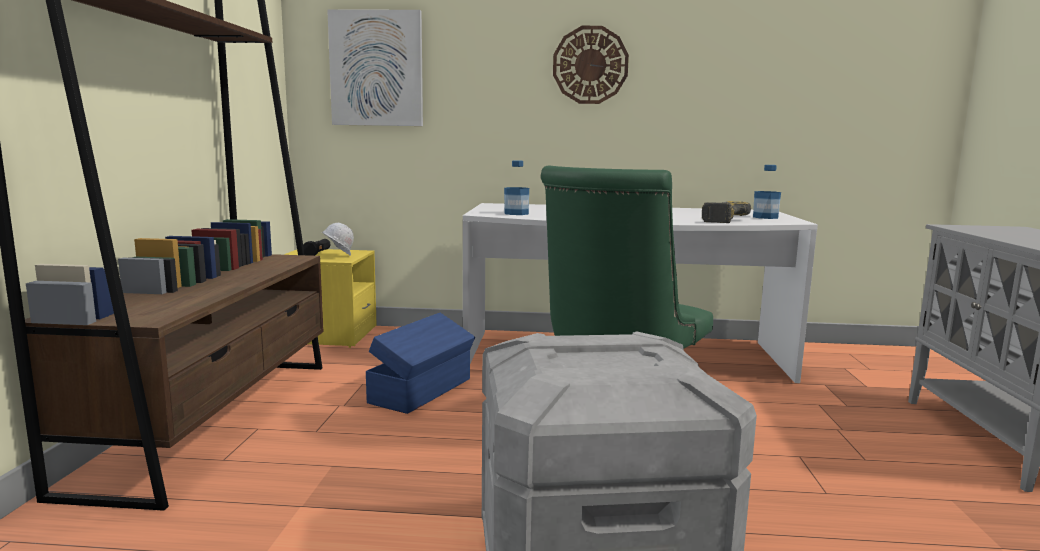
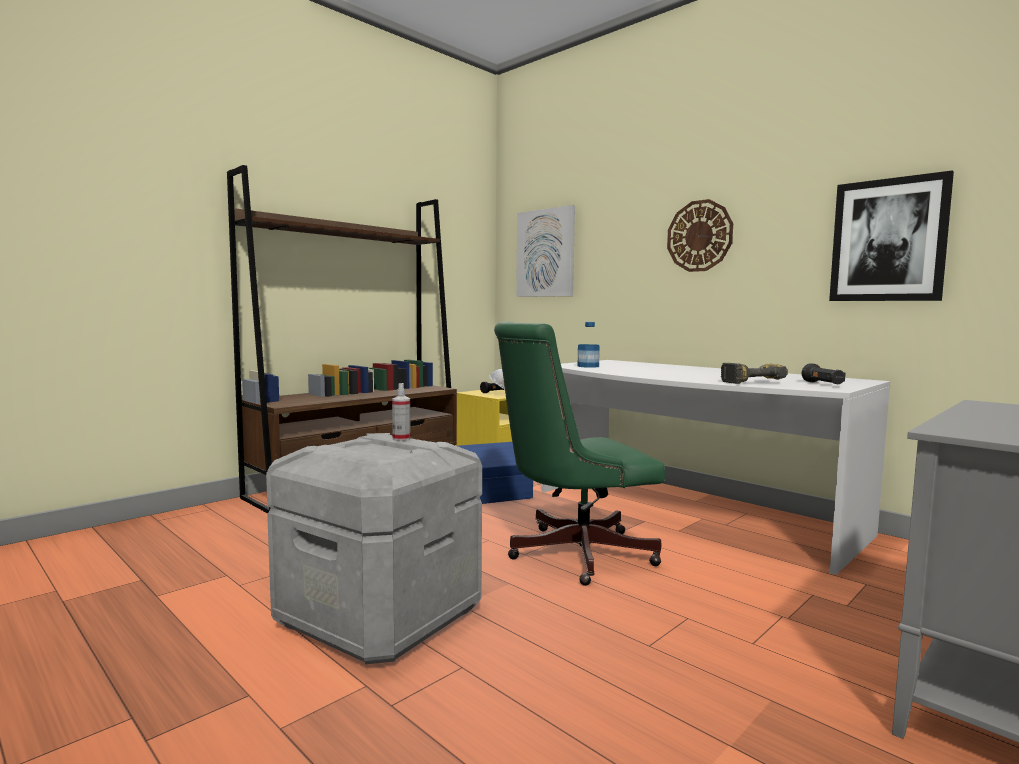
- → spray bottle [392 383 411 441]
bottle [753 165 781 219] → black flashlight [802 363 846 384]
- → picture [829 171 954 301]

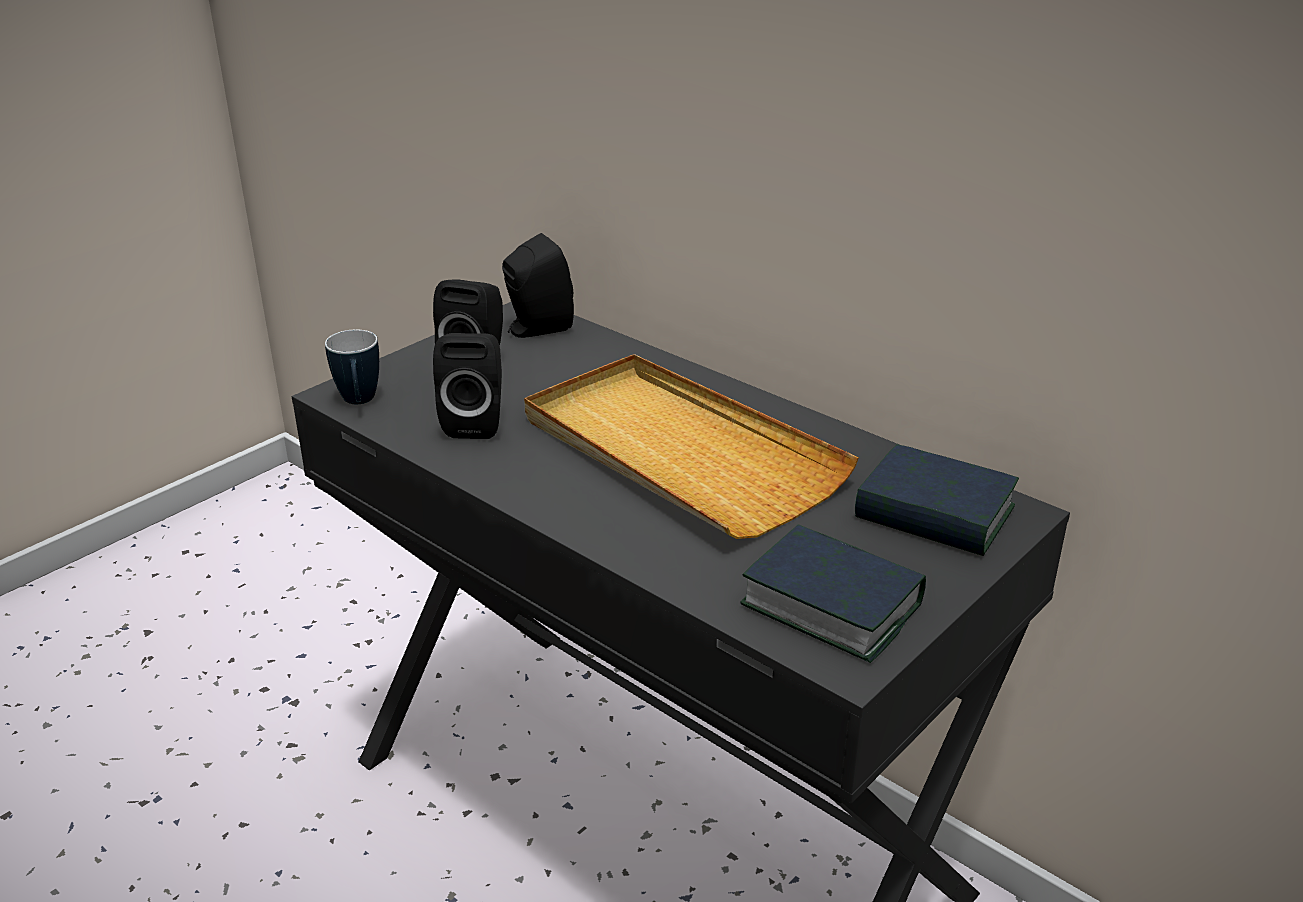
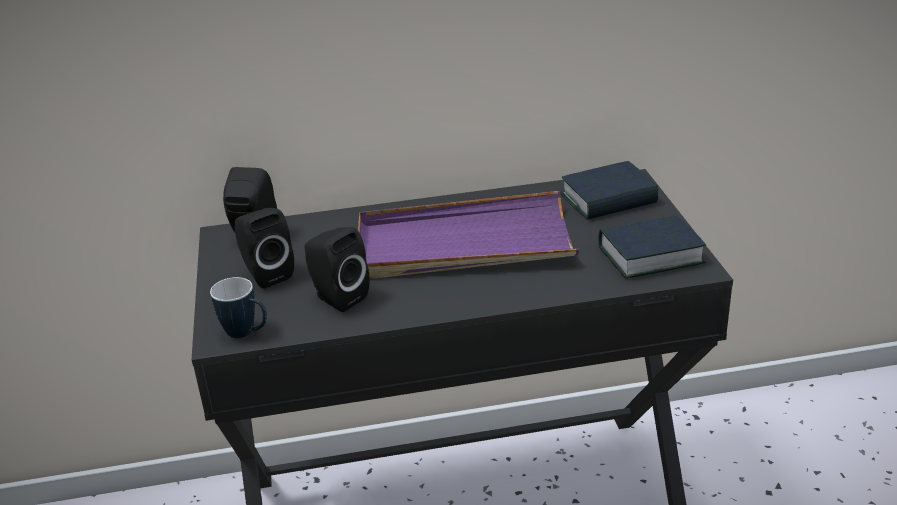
beige tray [524 354 859 539] → purple tray [358 191 579 279]

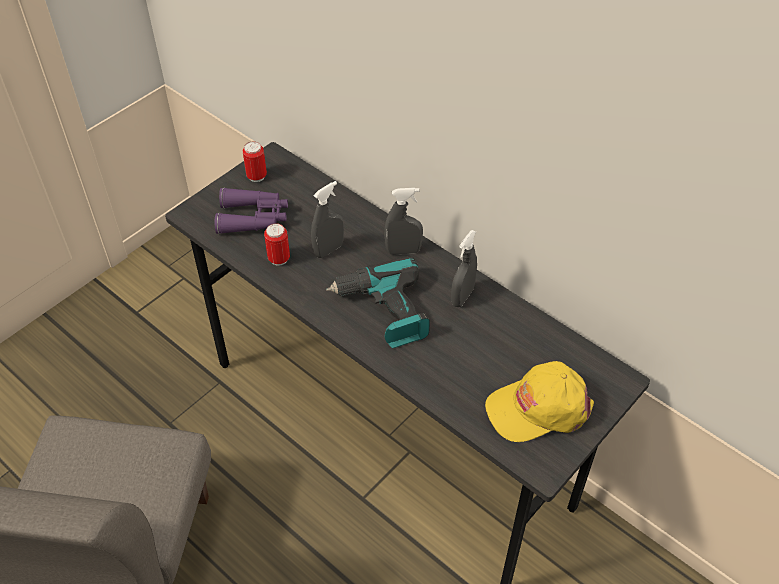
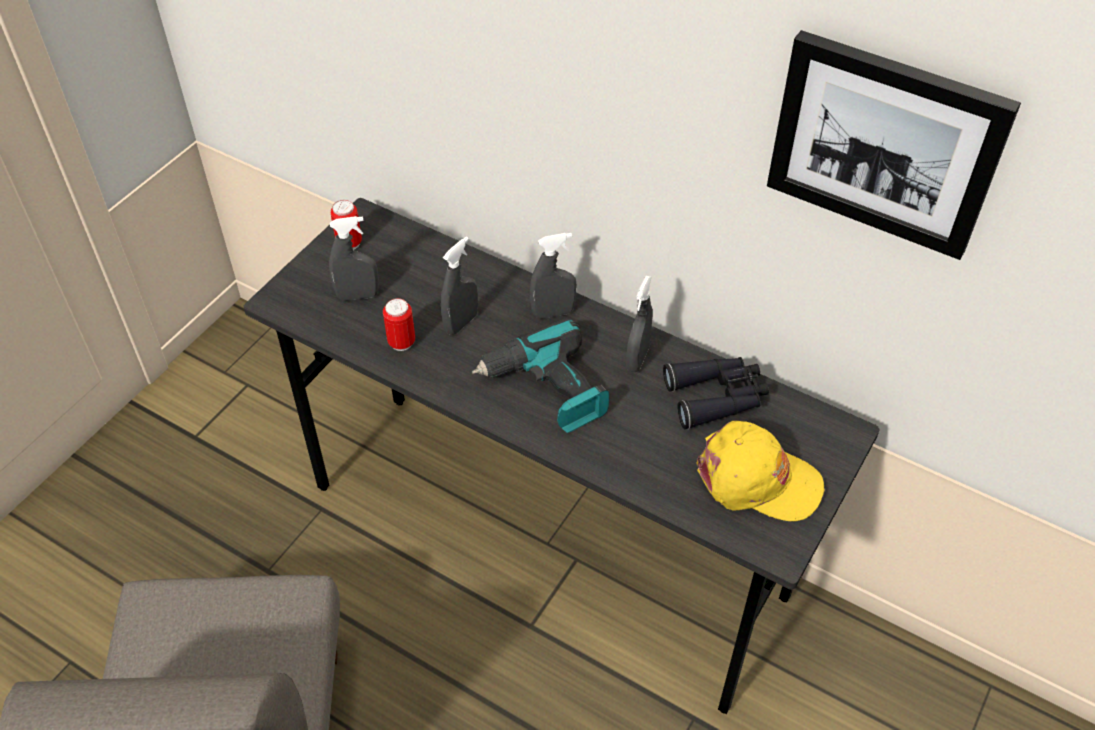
purple binoculars [215 187 288 234] → grey spray bottle [329 216 379 301]
- → black binoculars [663 357 769 429]
yellow cap [485 361 594 442] → yellow cap [696 421 825 521], 135 degrees counterclockwise
- → picture [767 30 1021 260]

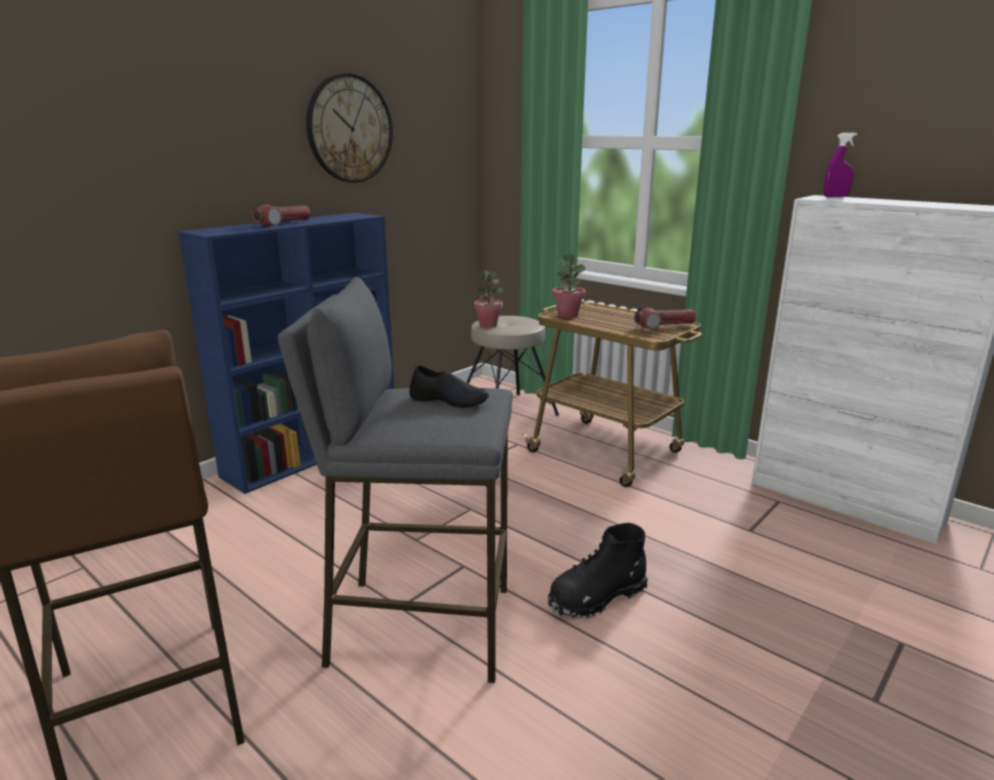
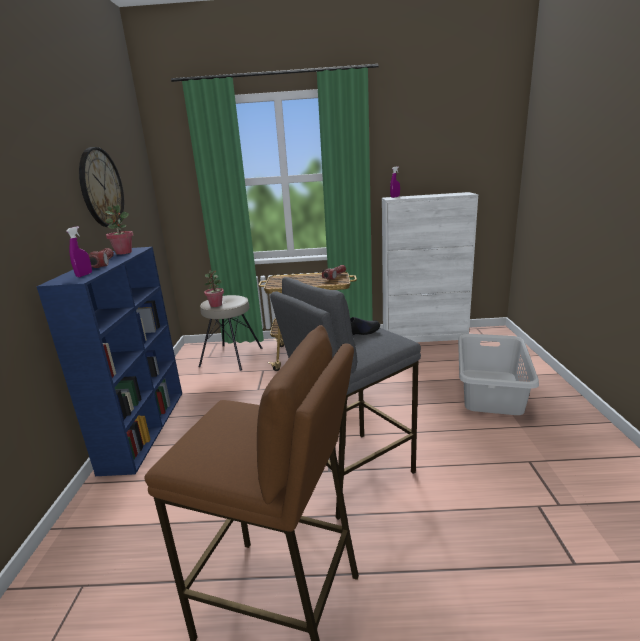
- → purple spray bottle [66 226 92 277]
potted plant [552 254 586 318] → potted plant [106 205 133 255], shifted
- → grey laundry basket [458 334 539 415]
black boot [548 523 648 619] → -

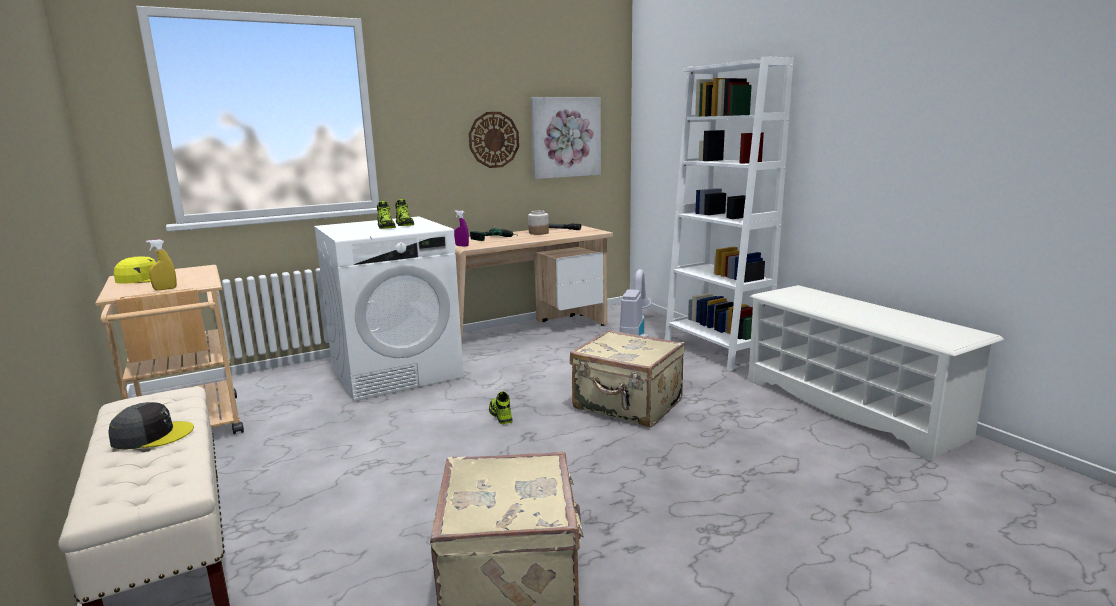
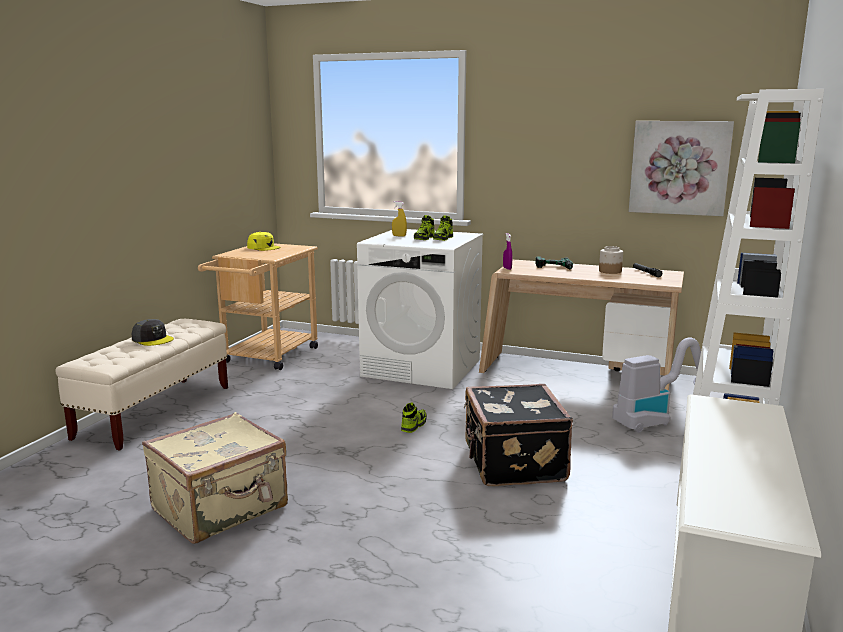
yellow spray bottle [146 239 177 290] → yellow spray bottle [392 201 407 237], shifted
beige suitcase [570 330 685 427] → black suitcase [464 384 573 486]
wall clock [469 112 519 168] → -

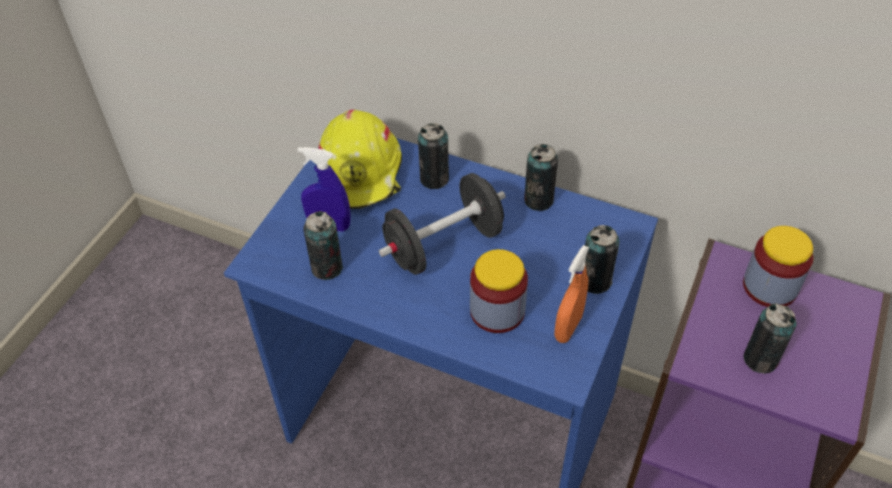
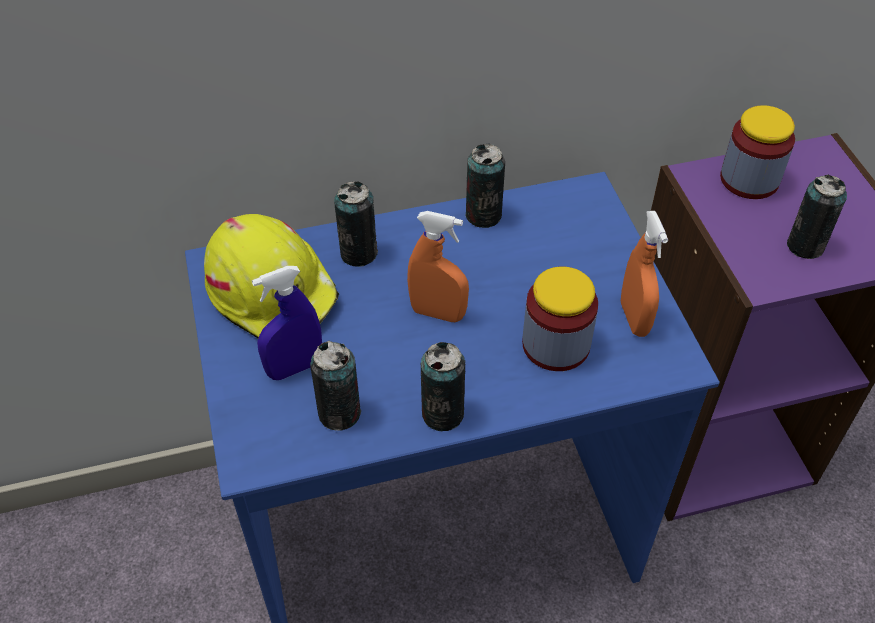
black dumbbell [379 173 506 275] → orange spray bottle [407 211 469 322]
can [585 225 619 294] → can [421 342 466 431], shifted

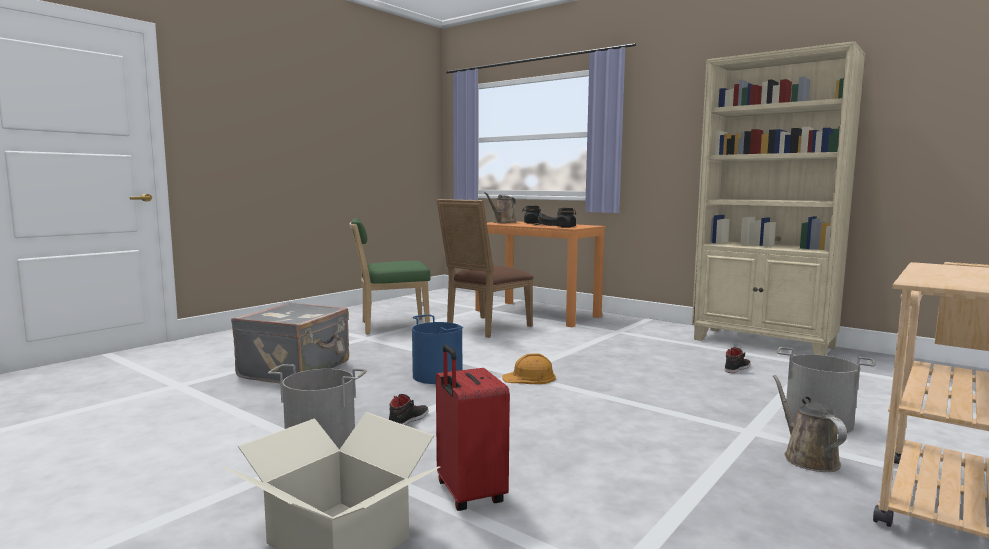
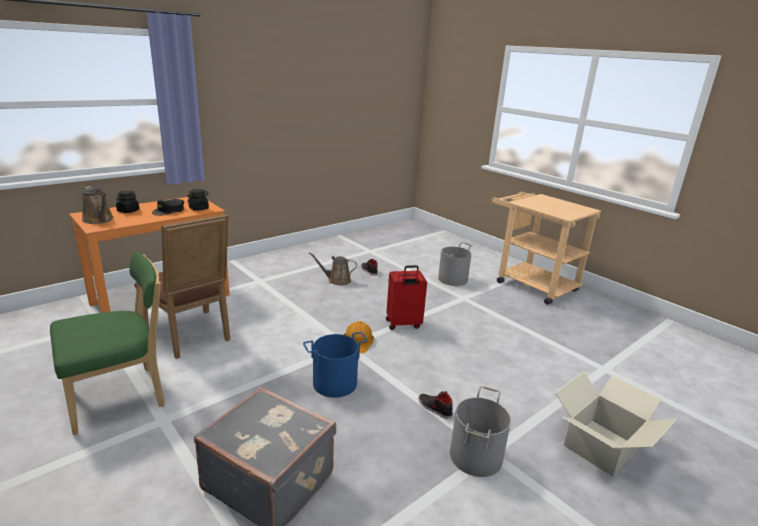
green chair [349 218 431 335] → green chair [50 251 165 436], 120 degrees counterclockwise
brown watering can [773 375 847 472] → brown watering can [309 252 357 285], shifted
red suitcase [436 345 510 511] → red suitcase [386 265 427 330], shifted
beige bookcase [692 41 865 356] → -

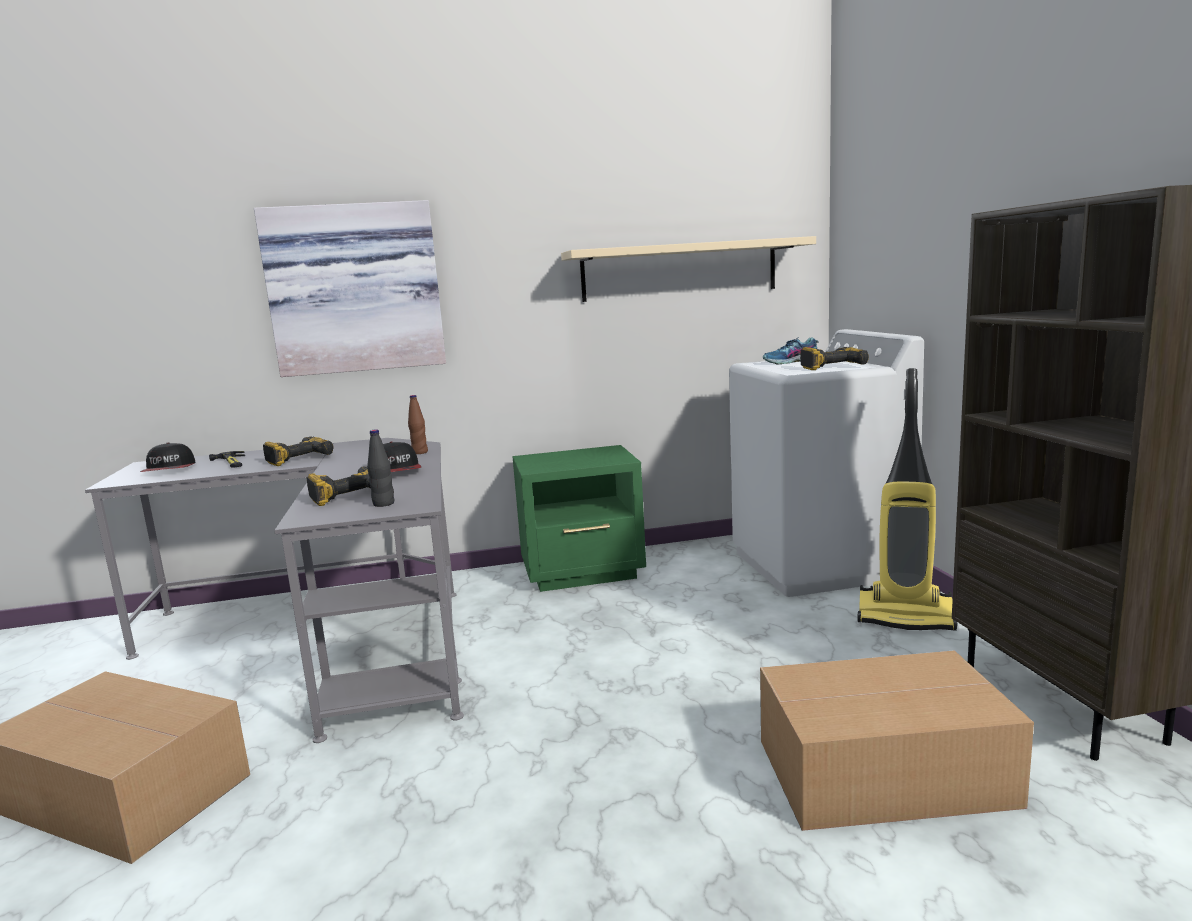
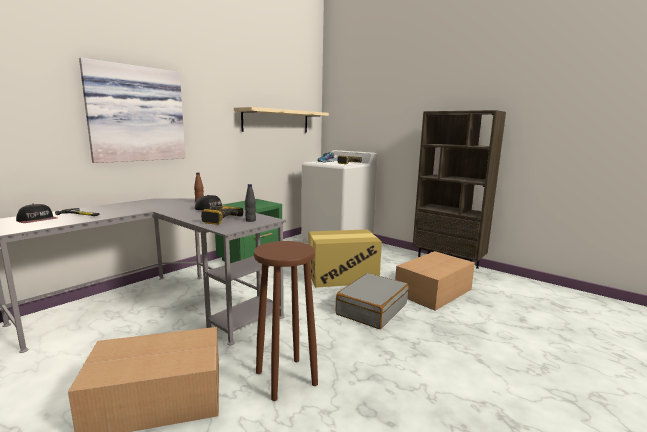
- → brown stool [254 241 318 401]
- → cardboard box [308 229 382 288]
- → grey suitcase [336 273 408 329]
power drill [263 436 334 466] → -
vacuum cleaner [858 368 957 631] → -

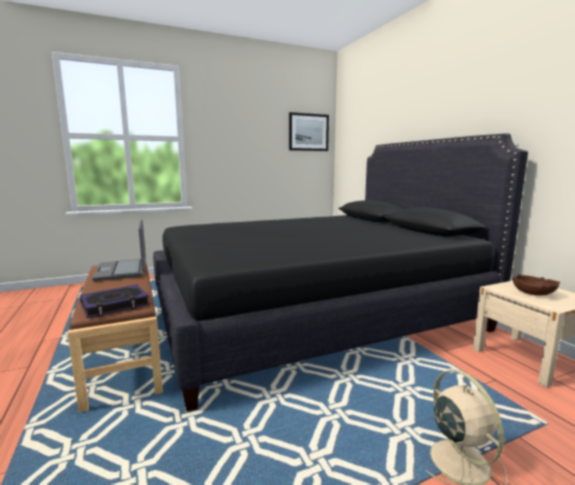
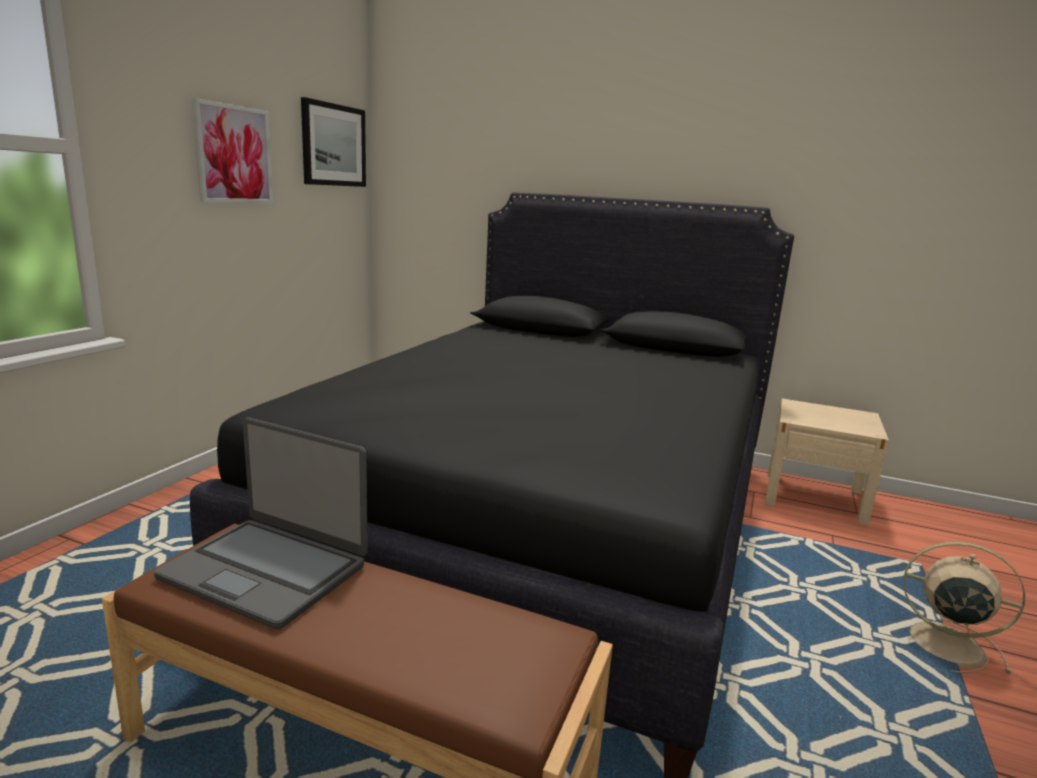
- → picture [192 98 273 203]
book [80 284 149 318] → -
brown bowl [513 274 560 296] → -

